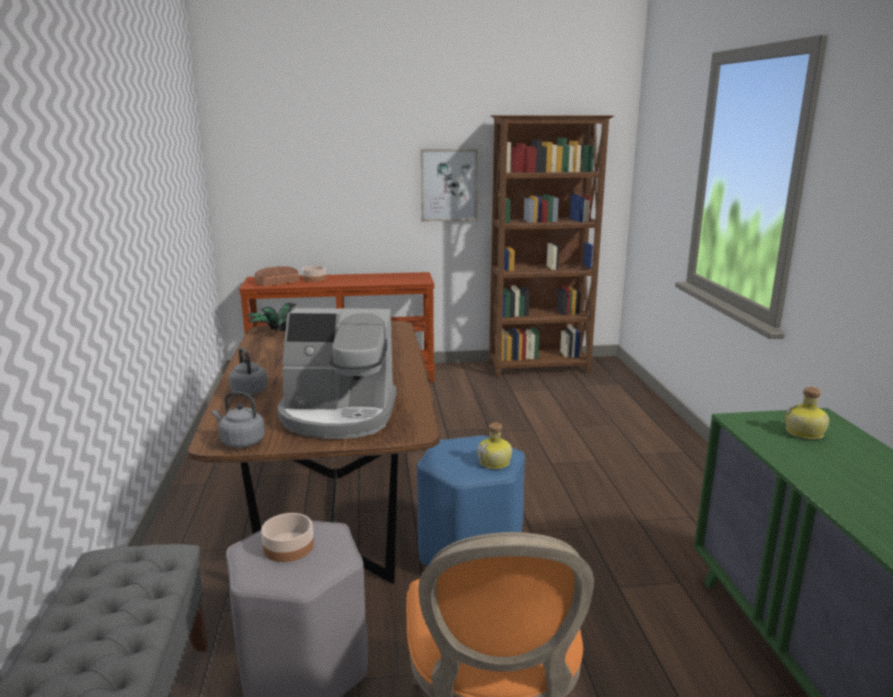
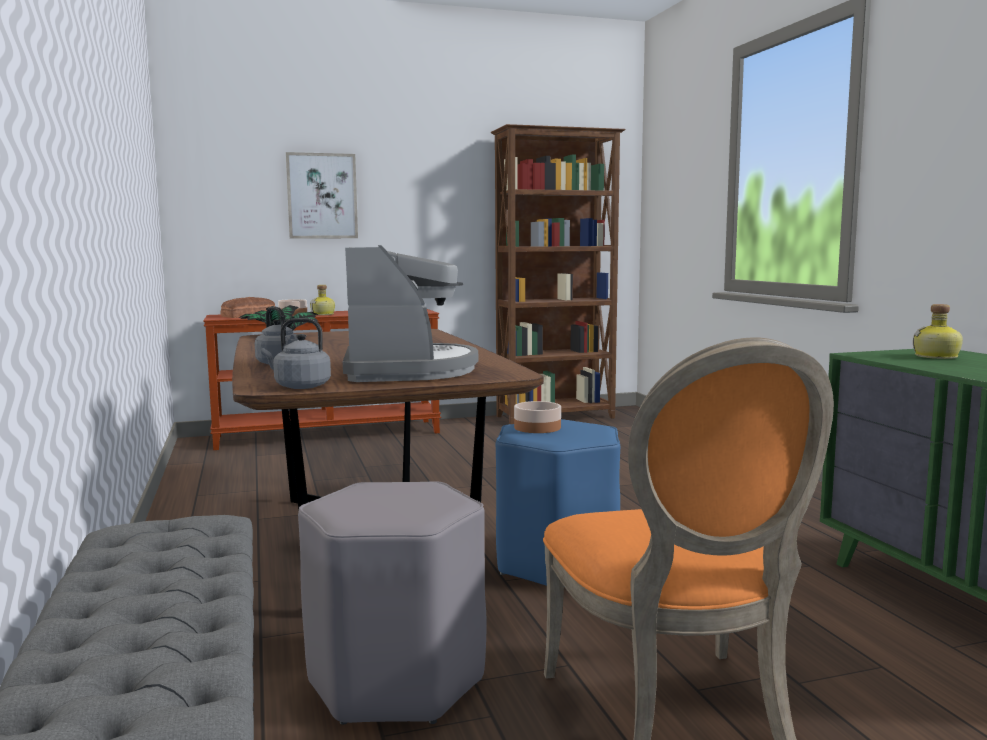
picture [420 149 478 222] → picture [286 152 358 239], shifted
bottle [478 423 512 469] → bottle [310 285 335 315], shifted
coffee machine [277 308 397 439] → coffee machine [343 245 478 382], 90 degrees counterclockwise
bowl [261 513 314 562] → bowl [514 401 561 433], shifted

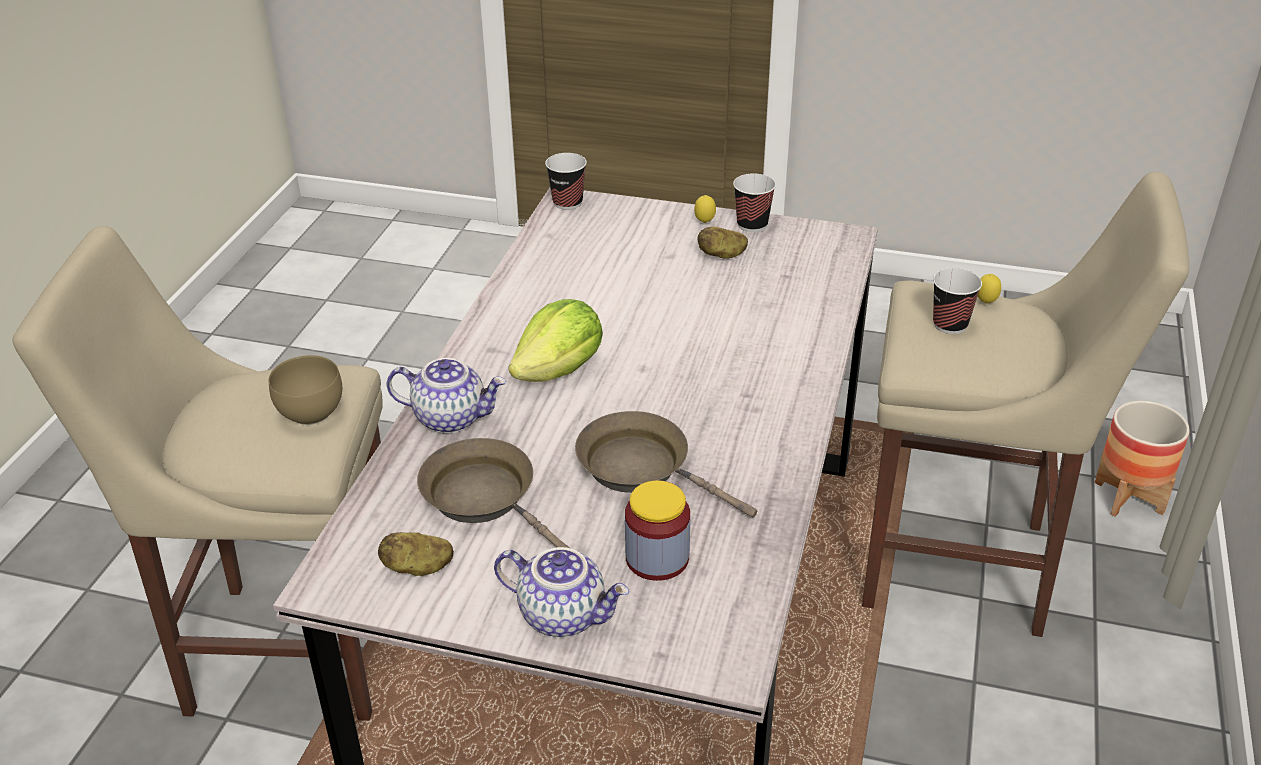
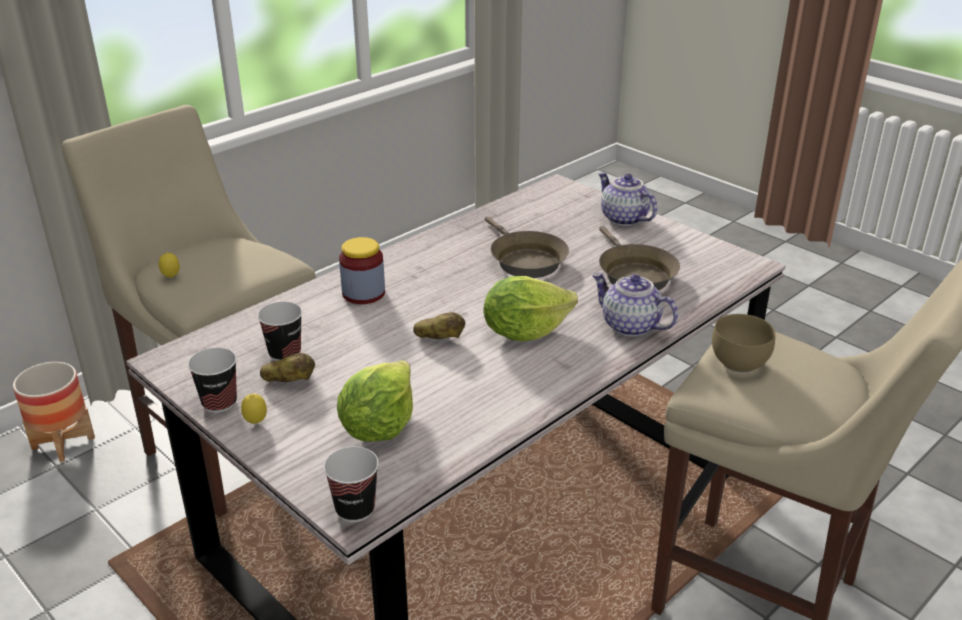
cup [933 268 982 334] → cup [257 302 302 361], shifted
- → lettuce [337 360 413 442]
jar [625 480 690 581] → jar [339 237 385 304], shifted
potato [378 532 454 576] → potato [413 312 465 339], shifted

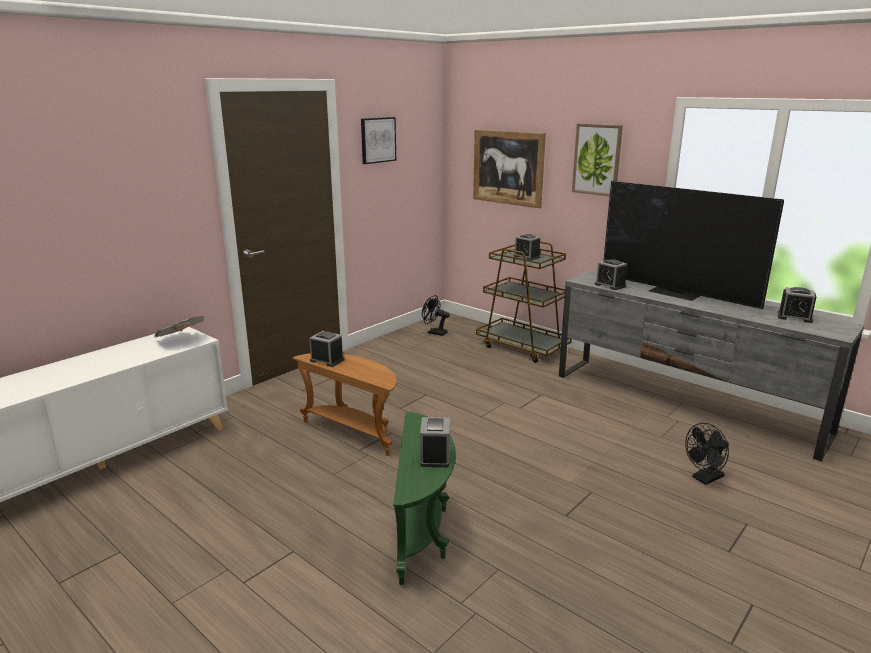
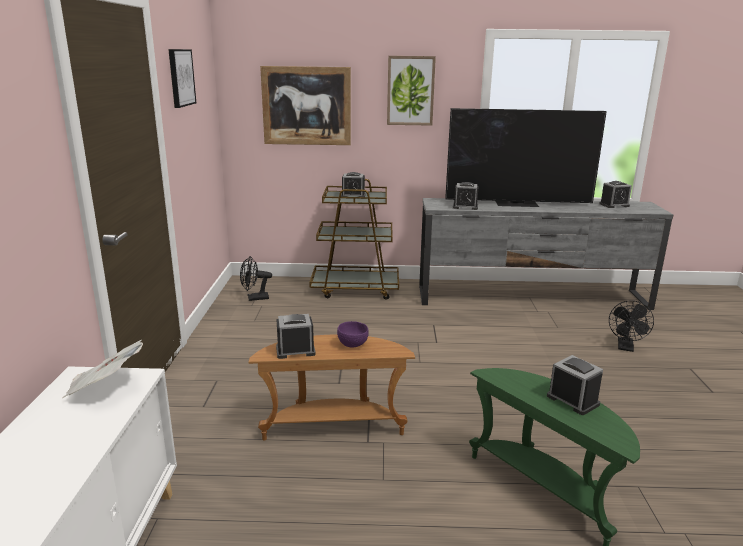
- → purple bowl [337 321 369 348]

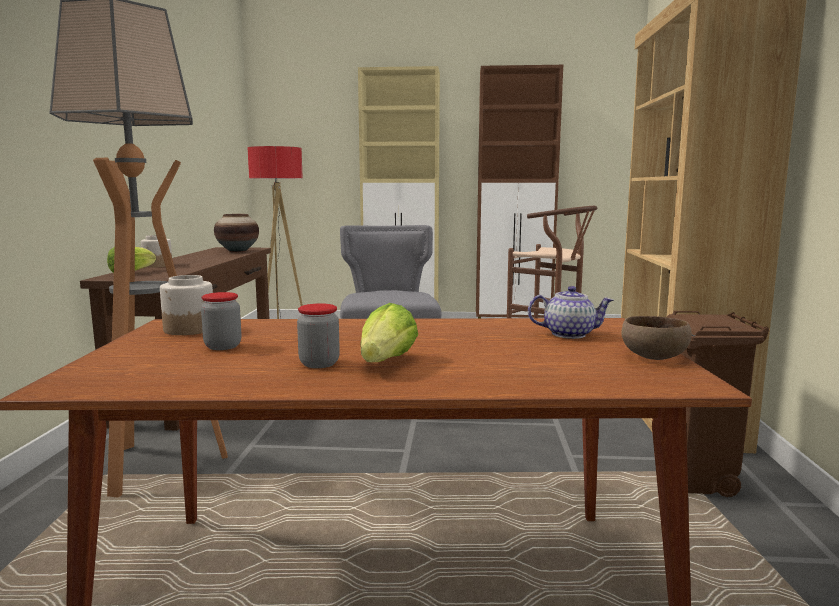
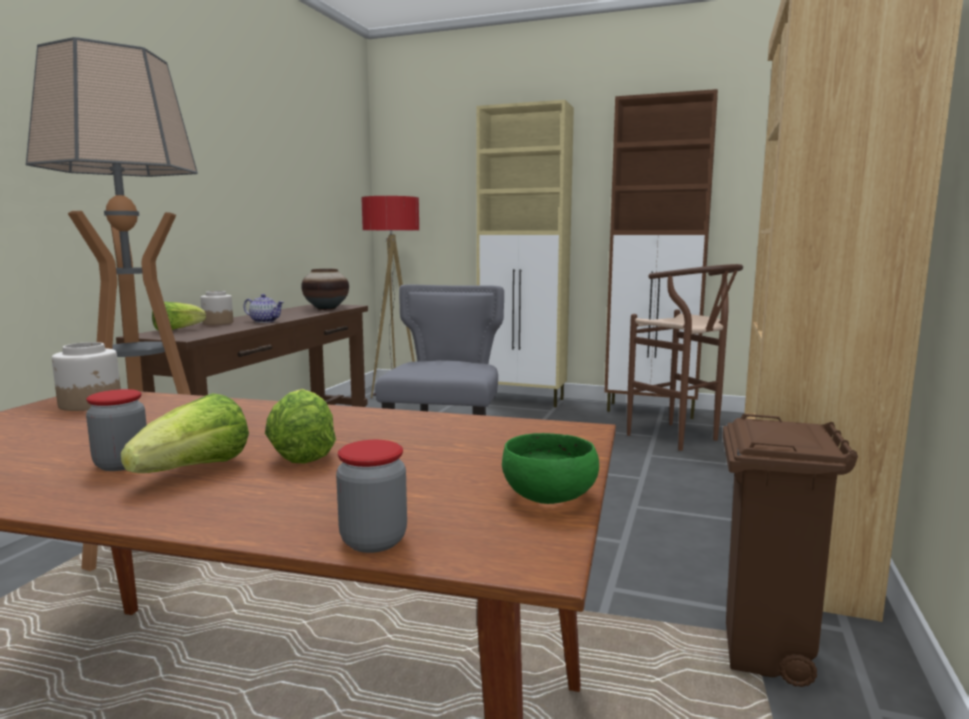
teapot [528 286 614 339] → teapot [243 294 284 323], shifted
- → lettuce [265 389 336 463]
jar [201 292 242 350] → jar [336 440 407 553], shifted
brown bowl [621 316 692 360] → green bowl [502 433 599 504]

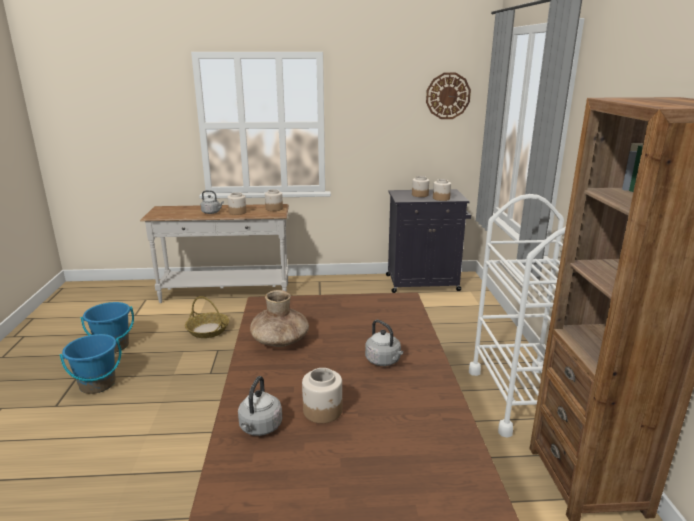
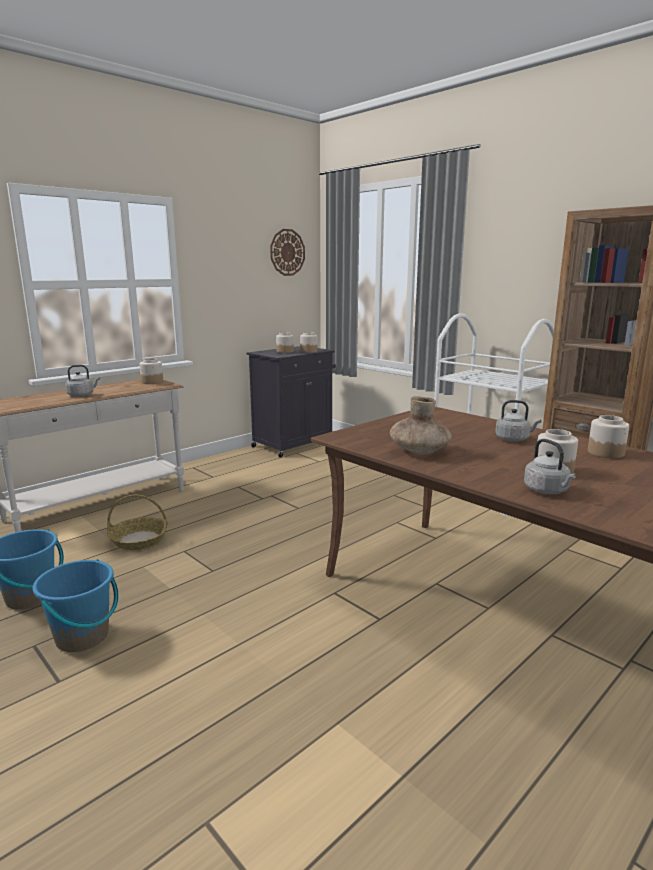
jar [227 192 247 215] → jar [588 415 629 458], shifted

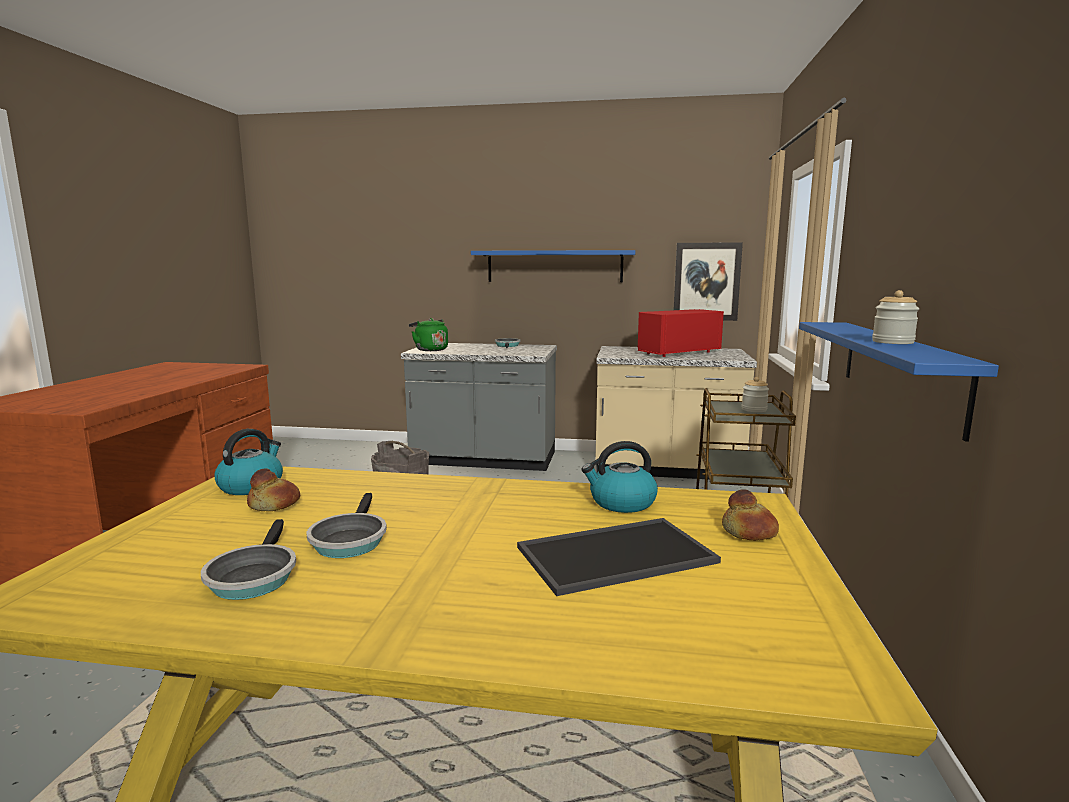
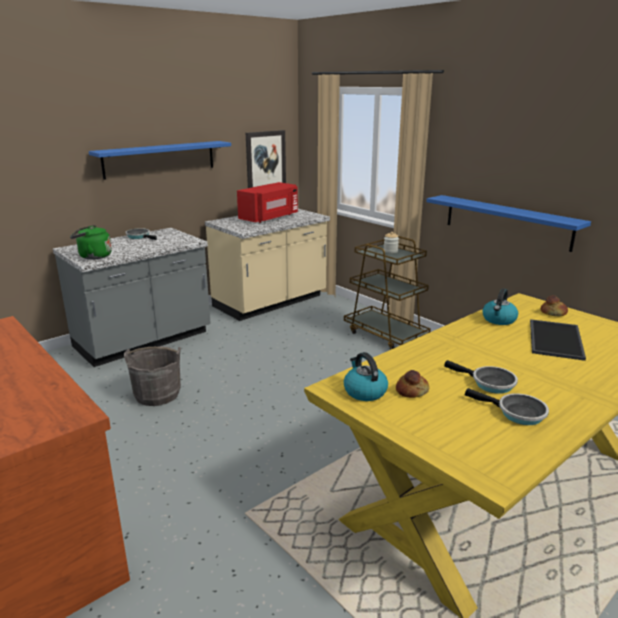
red microwave [638 309 724 357] → red microwave [237 182 298 223], 150 degrees counterclockwise
jar [872 290 919 344] → -

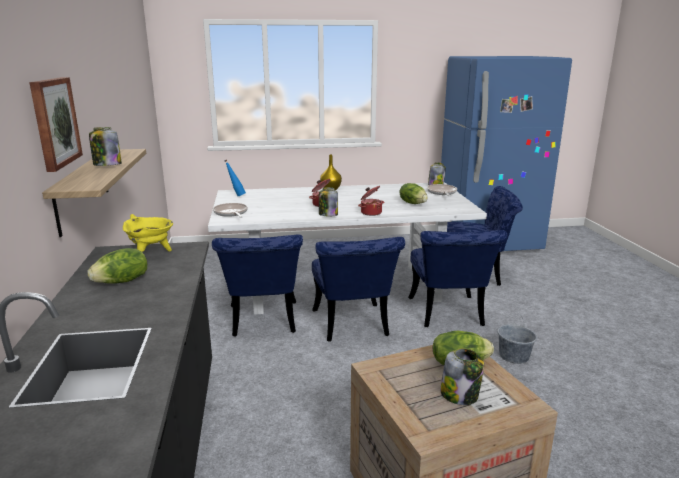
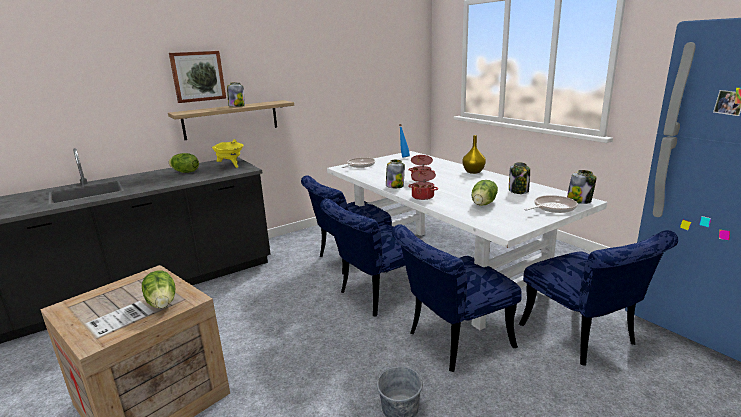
jar [440 348 484 405] → jar [509 162 530 194], shifted

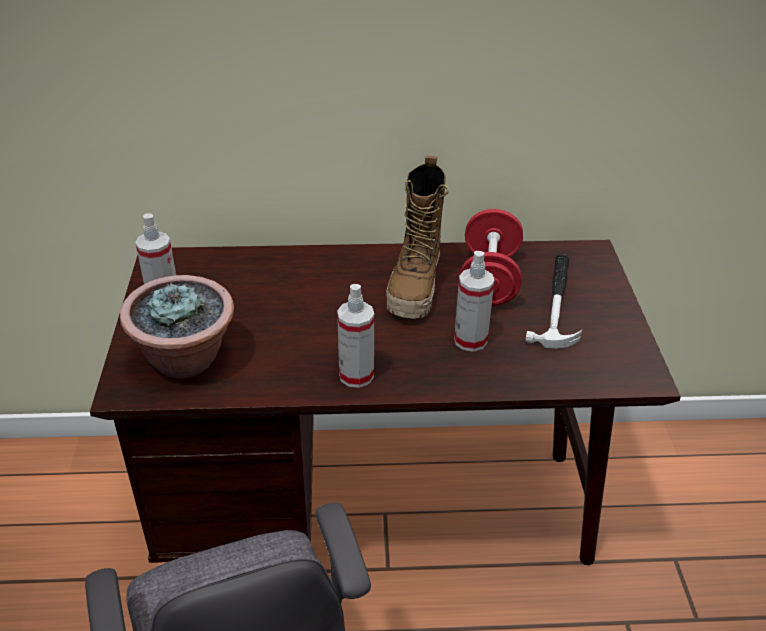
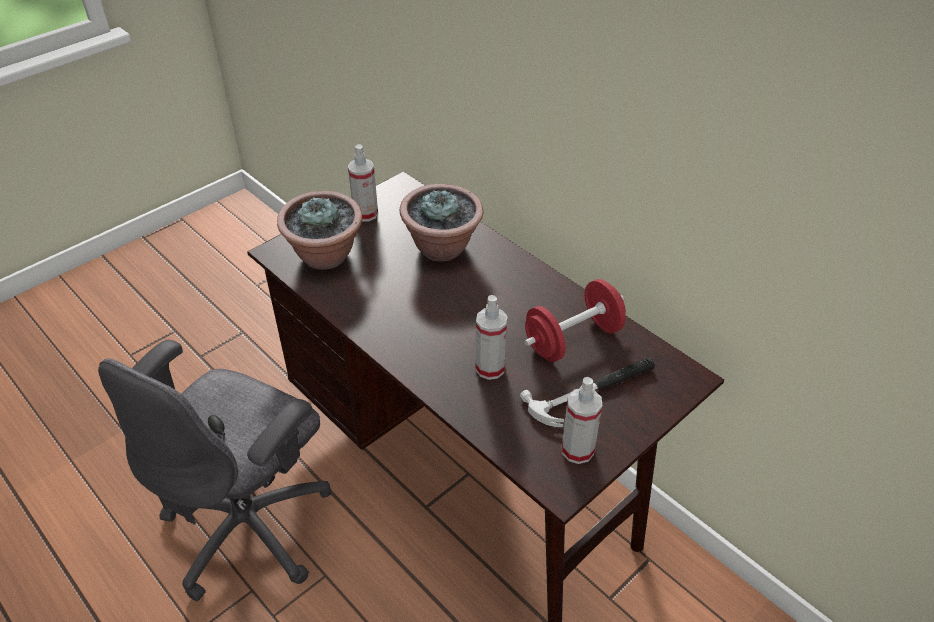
- → potted plant [400 184 483 261]
spray bottle [337 284 374 388] → spray bottle [562 377 602 464], shifted
boot [386 156 448 319] → -

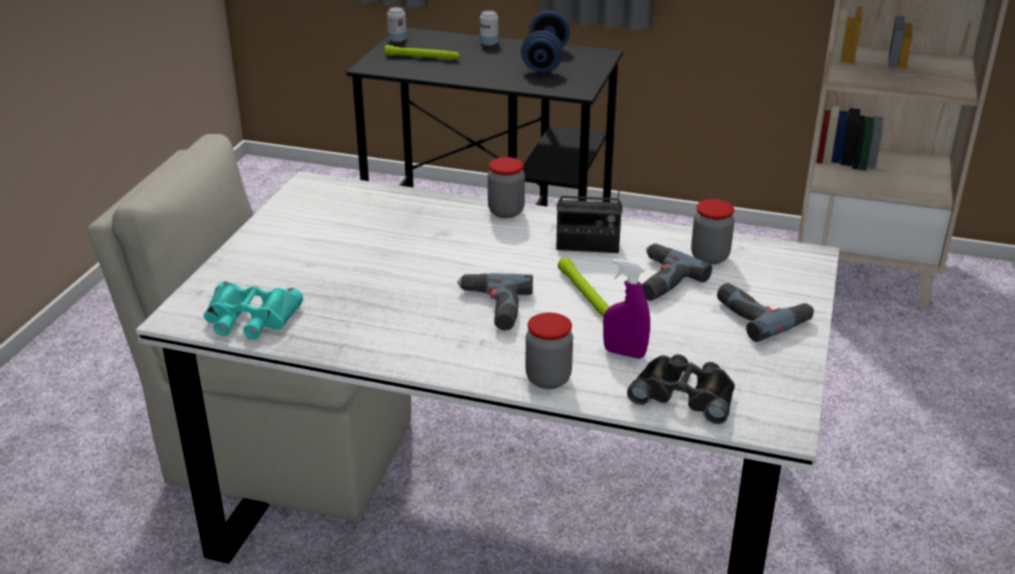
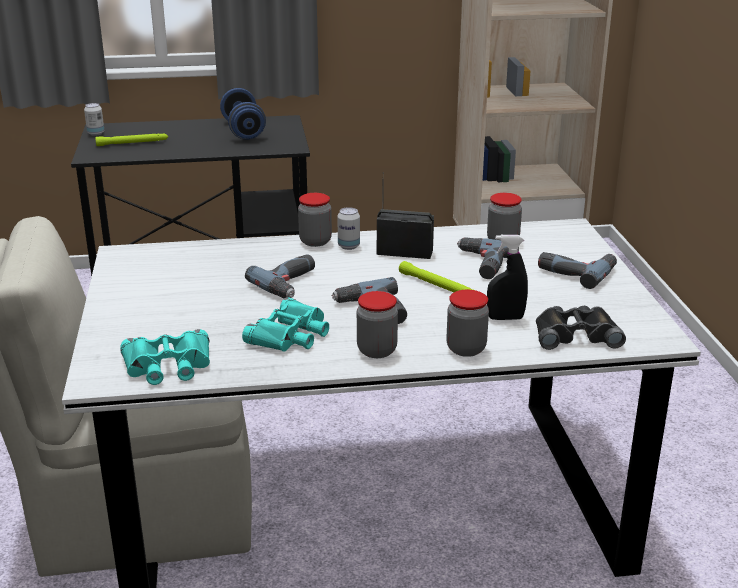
- → turquoise binoculars [242 297 329 352]
- → power drill [245 254 315 298]
can [480 10 498 46] → can [337 207 360 250], shifted
- → jar [357 291 398 358]
radio [556 166 622 253] → radio [377 172 434 259], 150 degrees counterclockwise
purple spray bottle [603 259 650 359] → black spray bottle [487 235 528 320]

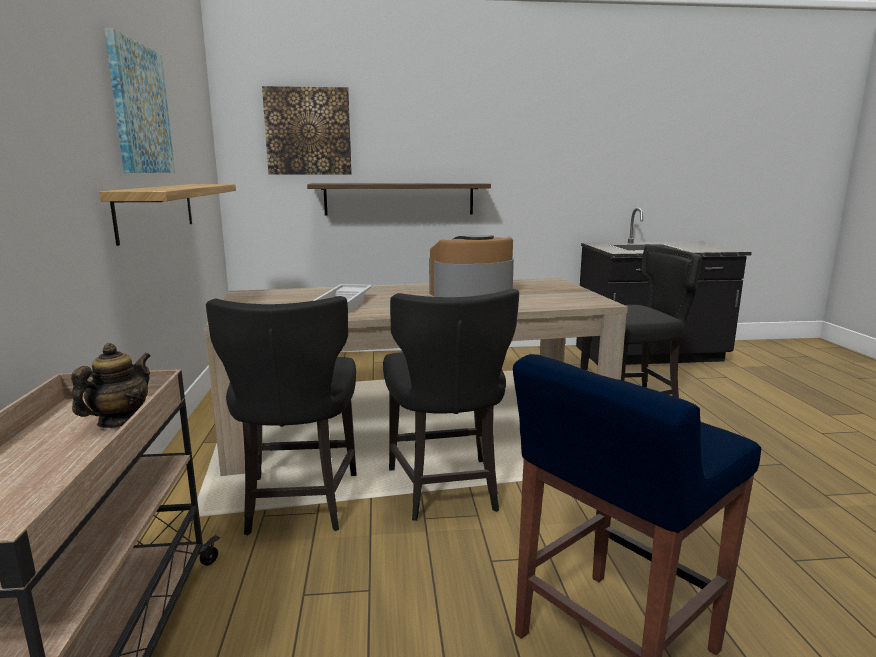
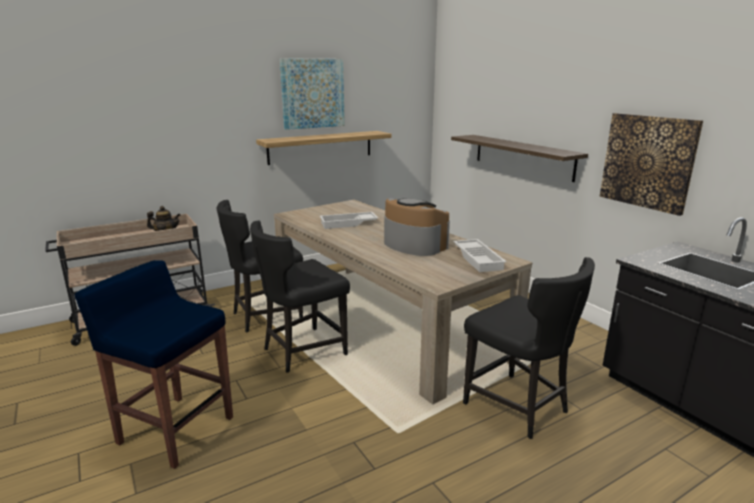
- → white tray [453 239 507 272]
picture [262 86 352 174] → picture [600 113 703 216], shifted

